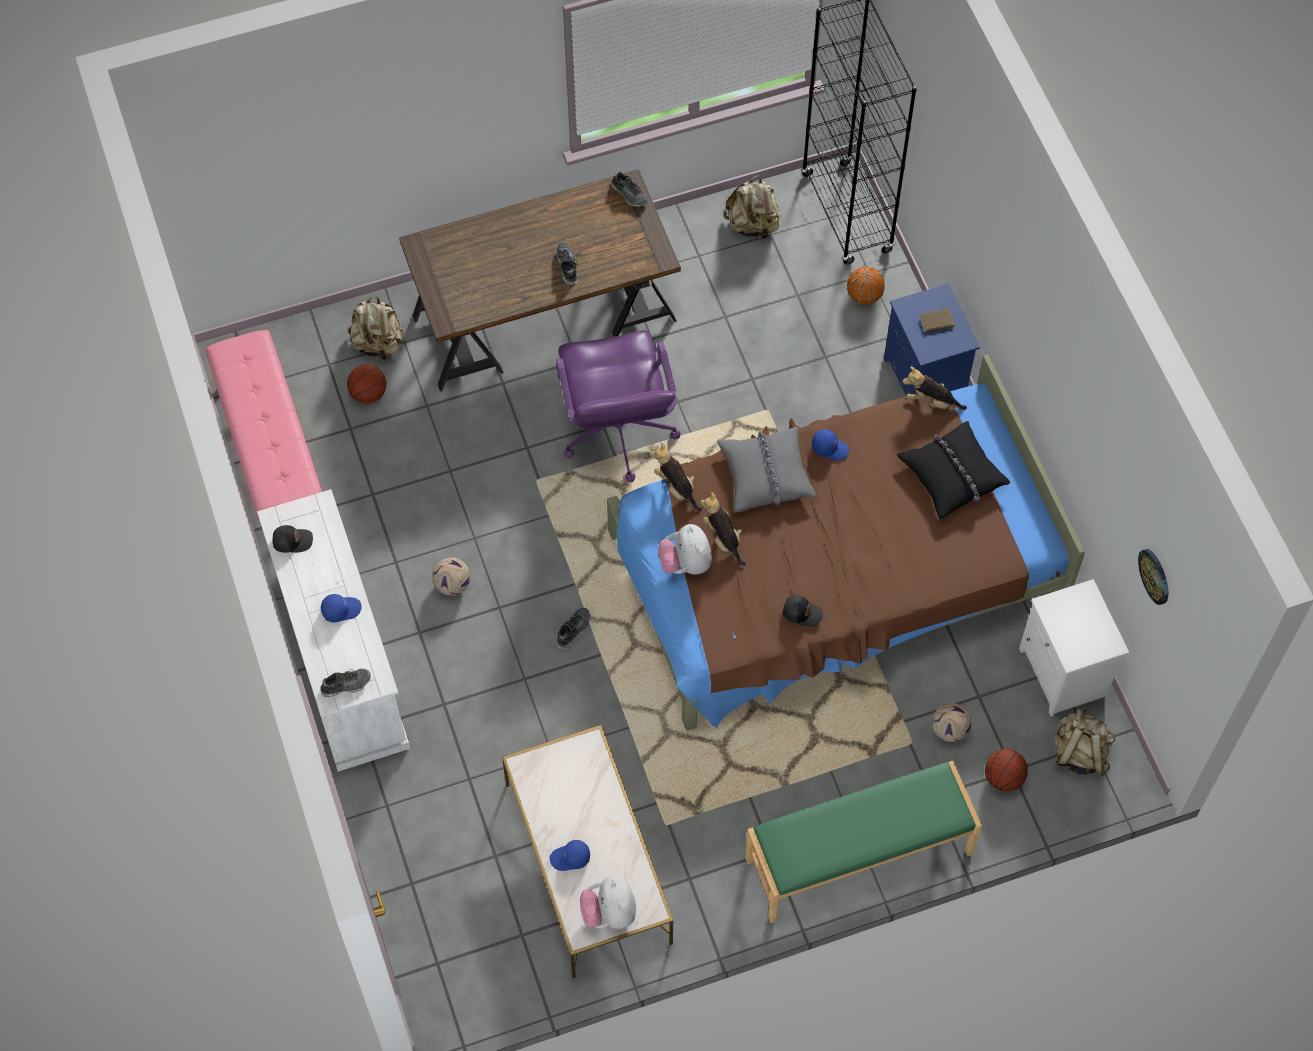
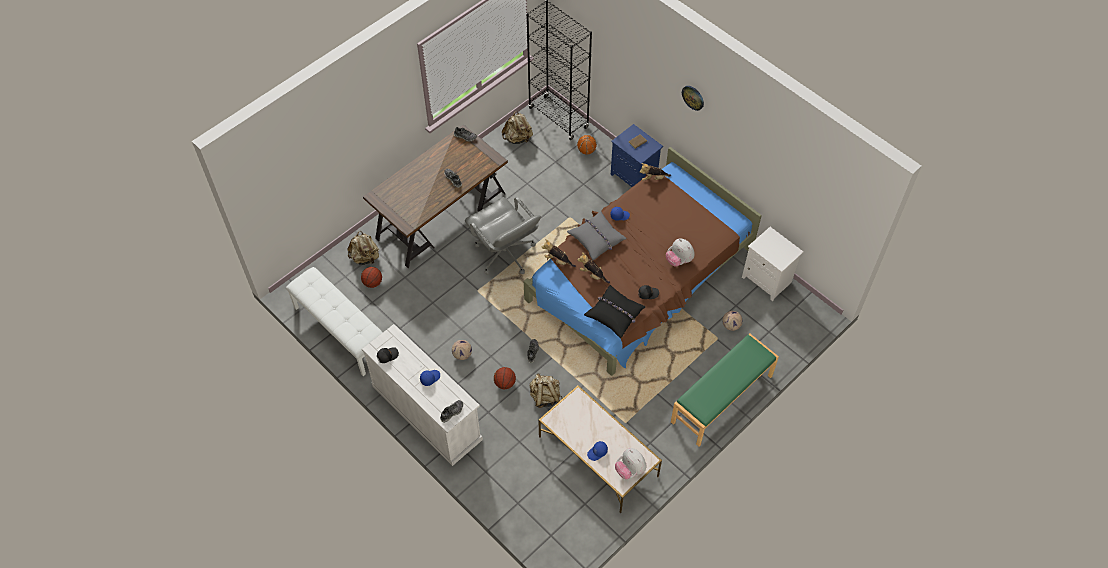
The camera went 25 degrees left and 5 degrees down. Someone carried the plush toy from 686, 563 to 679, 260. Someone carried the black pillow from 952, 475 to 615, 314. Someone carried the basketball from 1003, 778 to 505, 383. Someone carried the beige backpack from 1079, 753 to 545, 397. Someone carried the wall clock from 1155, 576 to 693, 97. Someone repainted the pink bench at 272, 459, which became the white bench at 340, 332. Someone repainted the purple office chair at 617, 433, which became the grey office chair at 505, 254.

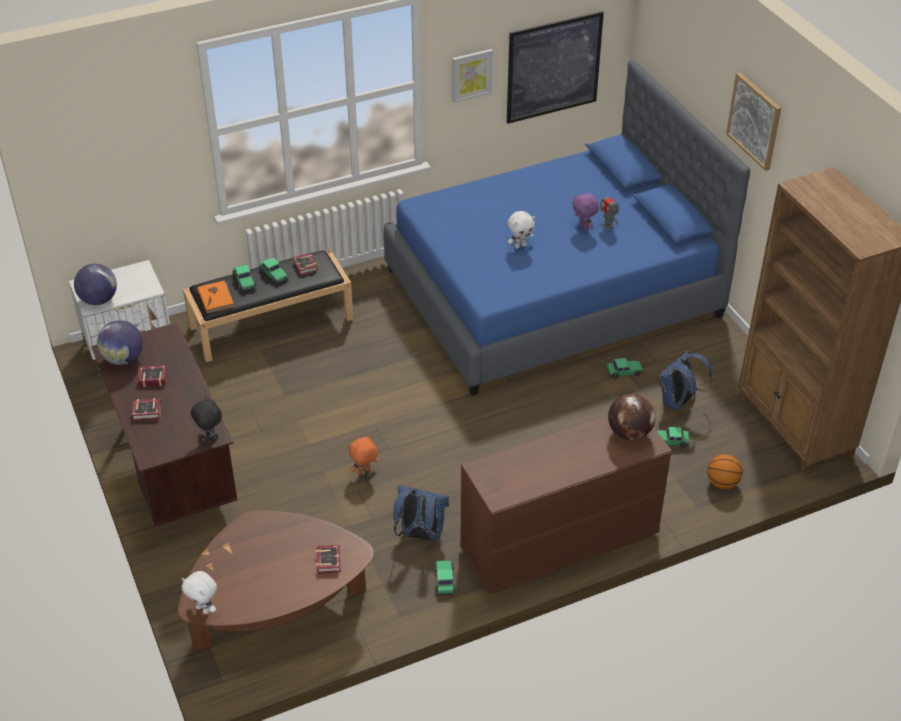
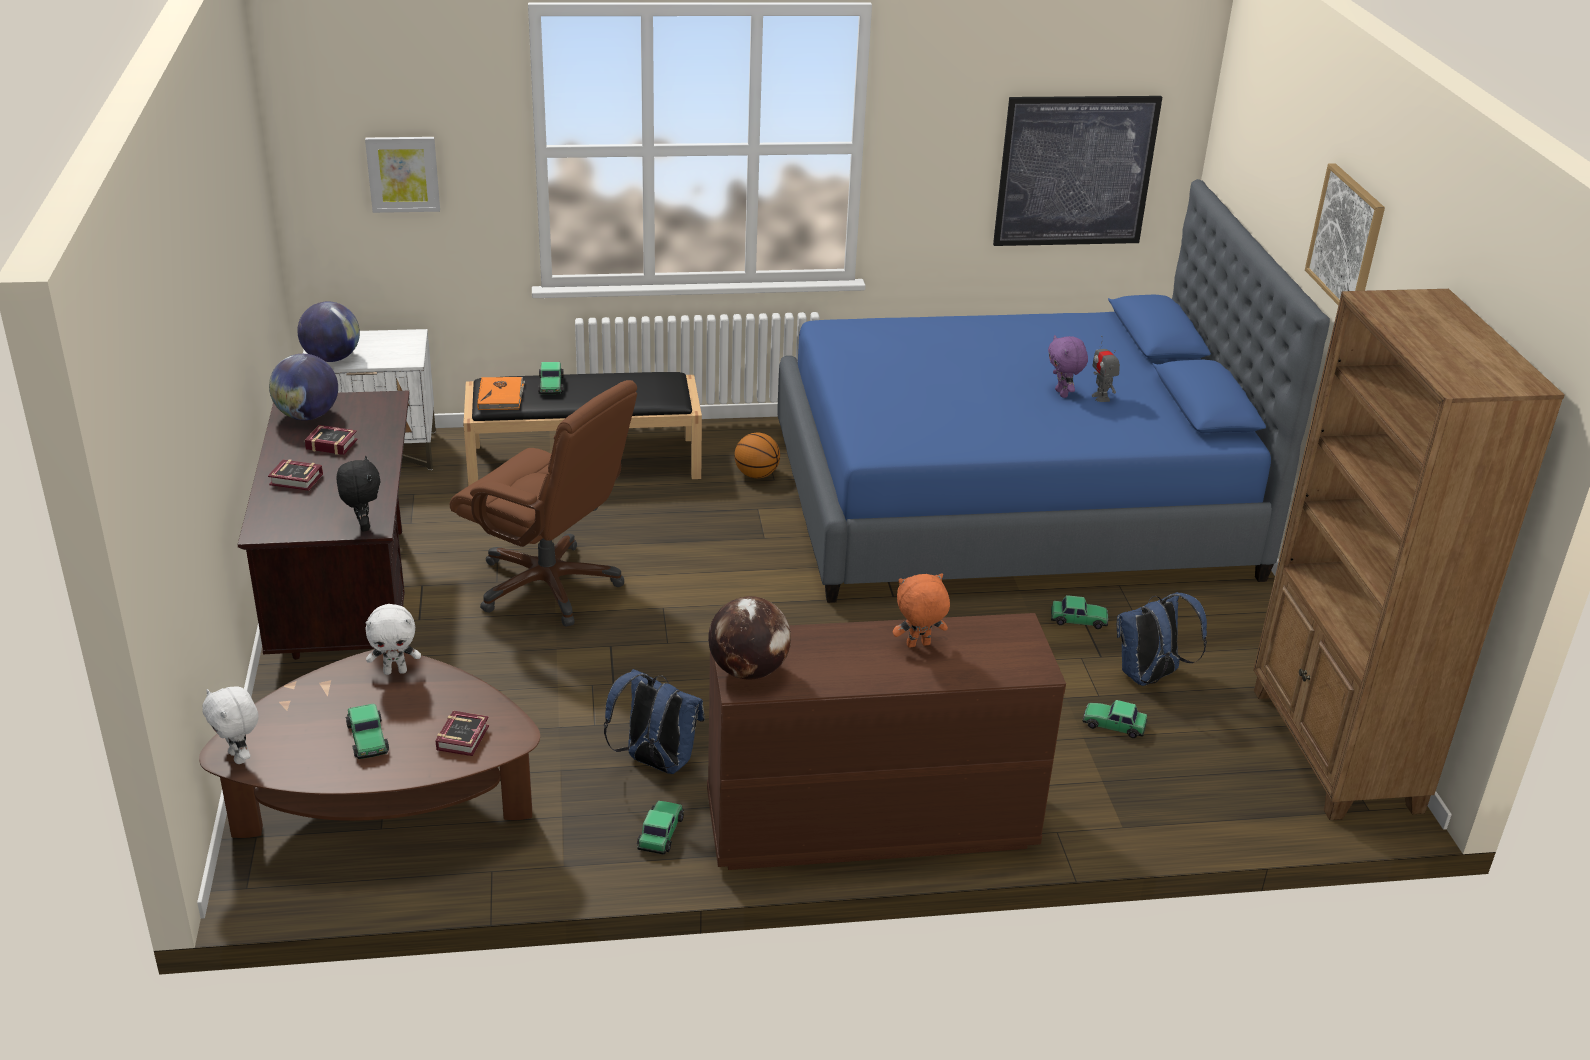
The camera went 15 degrees right and 10 degrees down. Someone took away the book at 305, 267. Someone put down the brown office chair at 549, 586. Someone carried the toy car from 274, 274 to 367, 738. Someone carried the orange plush toy from 364, 471 to 918, 645. Someone carried the picture from 471, 75 to 403, 174. Someone carried the white plush toy from 520, 246 to 395, 671. Someone carried the globe from 629, 433 to 748, 671. Someone carried the basketball from 722, 483 to 756, 474.

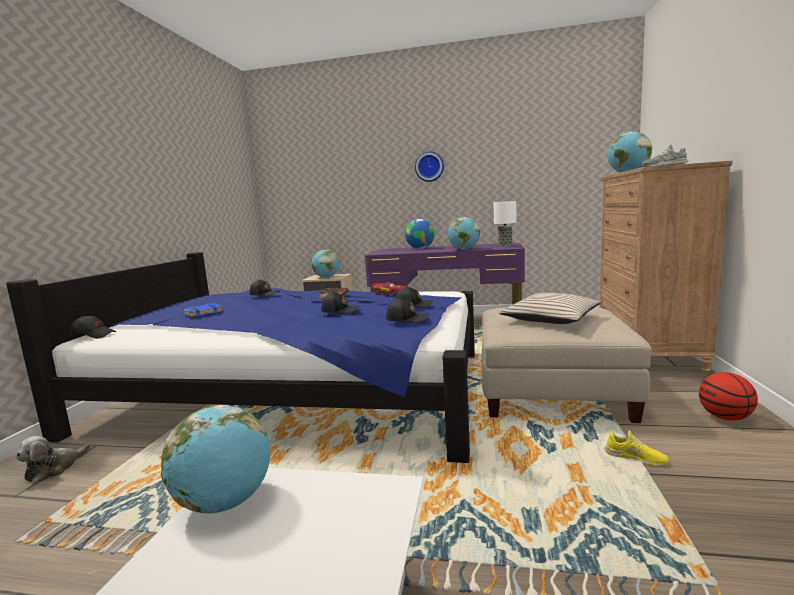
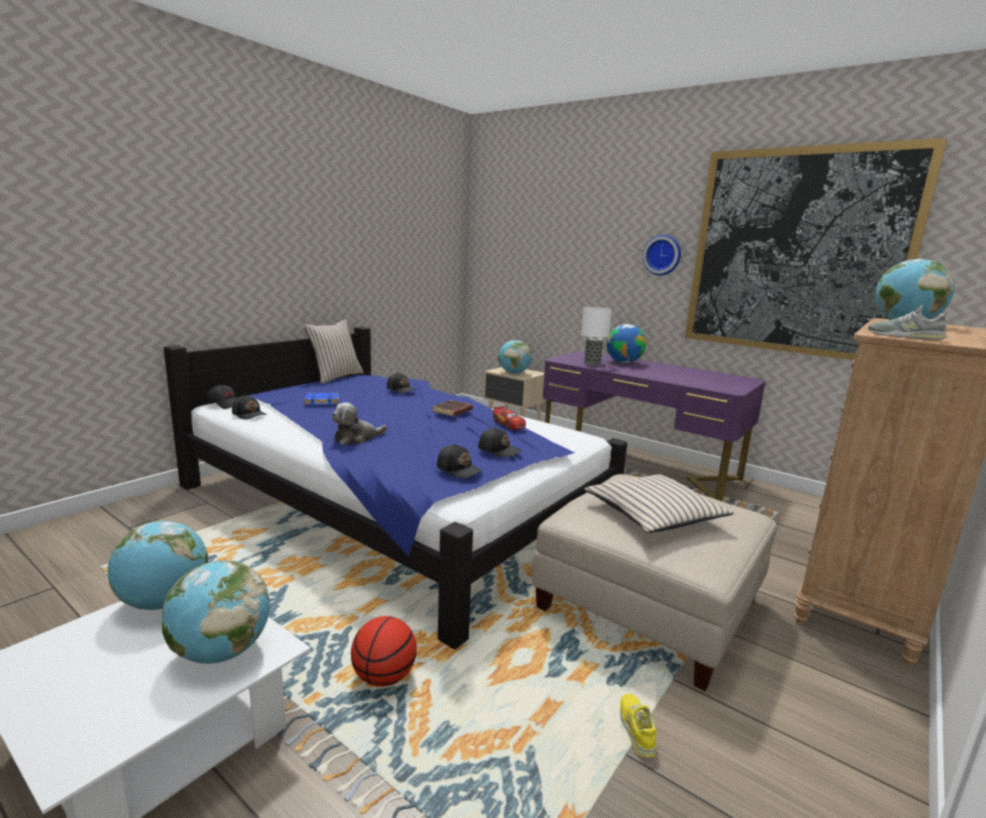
The camera went 25 degrees right and 5 degrees up. Someone put down the beige pillow at 335, 377. Someone put up the picture at 798, 253. Someone carried the plush toy from 54, 469 to 356, 438. Someone carried the black cap from 340, 311 to 249, 414. Someone carried the globe from 464, 249 to 221, 652. Someone carried the table lamp from 505, 246 to 592, 363. Someone carried the basketball from 725, 417 to 384, 677. Someone rotated the yellow shoe at 635, 457 by 150 degrees counterclockwise.

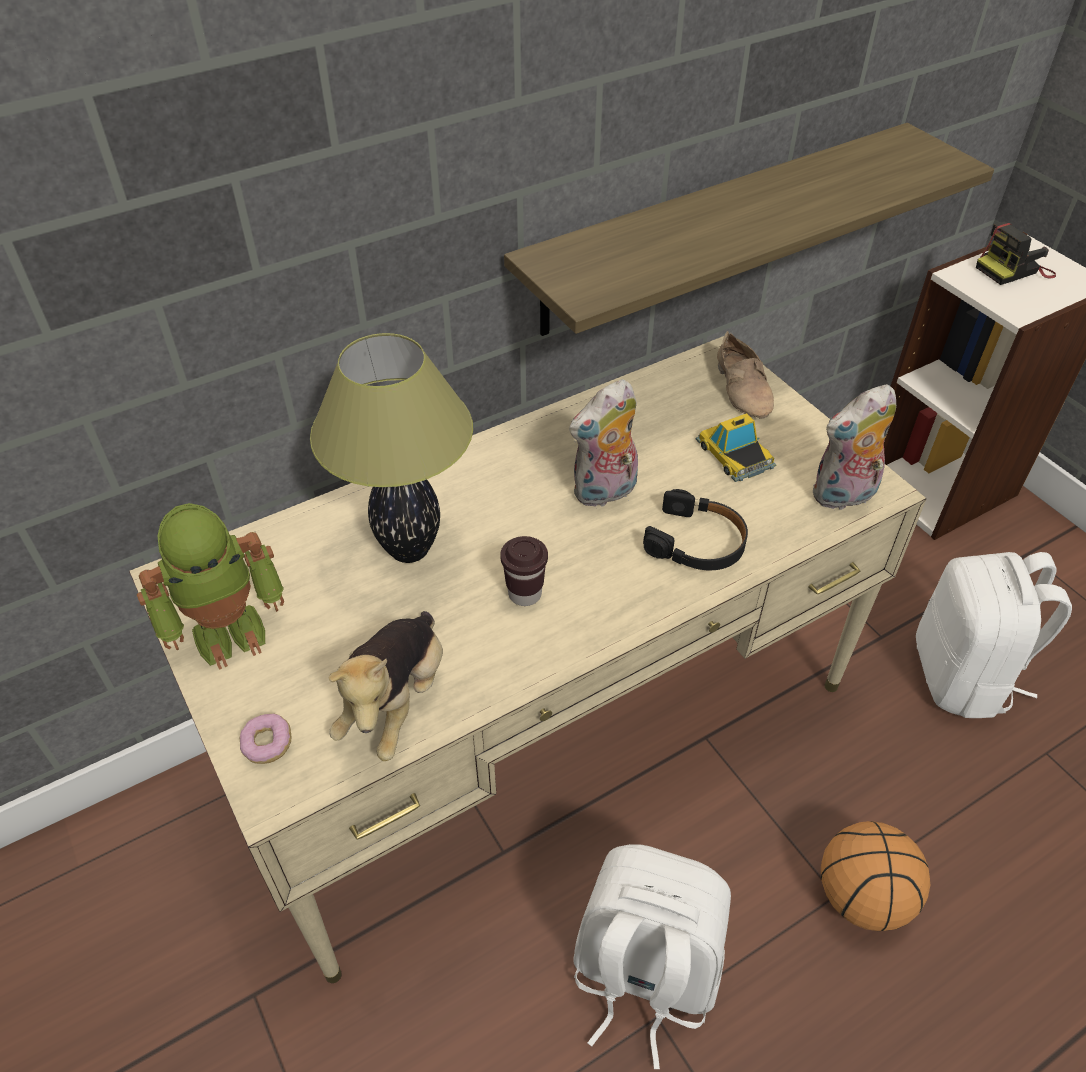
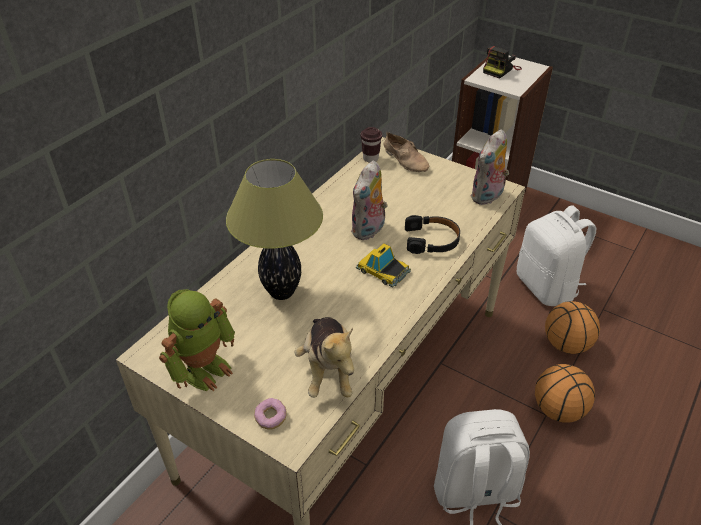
The camera went 25 degrees left and 5 degrees down. Someone took away the shelf at 716, 228. Someone put down the basketball at 567, 345. Someone carried the brown cup from 525, 594 to 370, 158. Someone carried the toy car from 734, 454 to 383, 270.

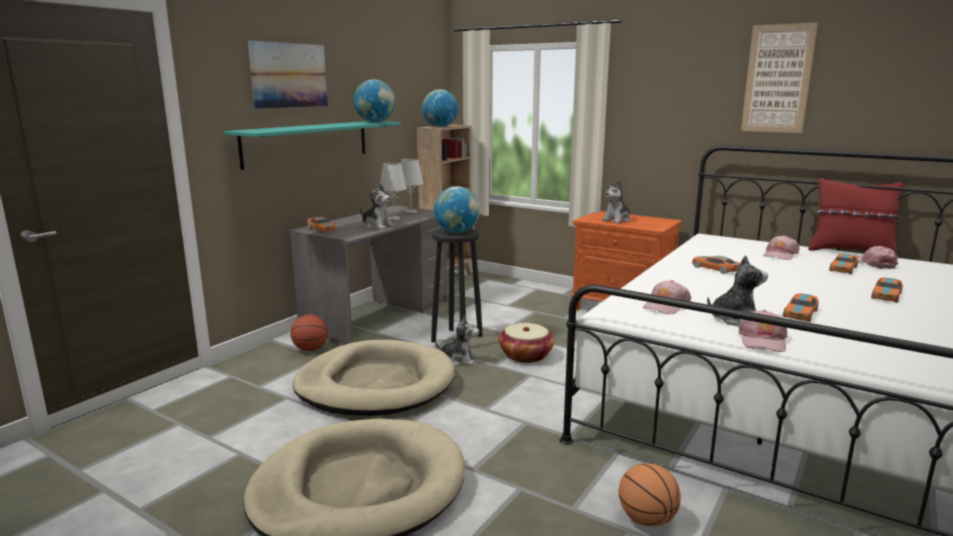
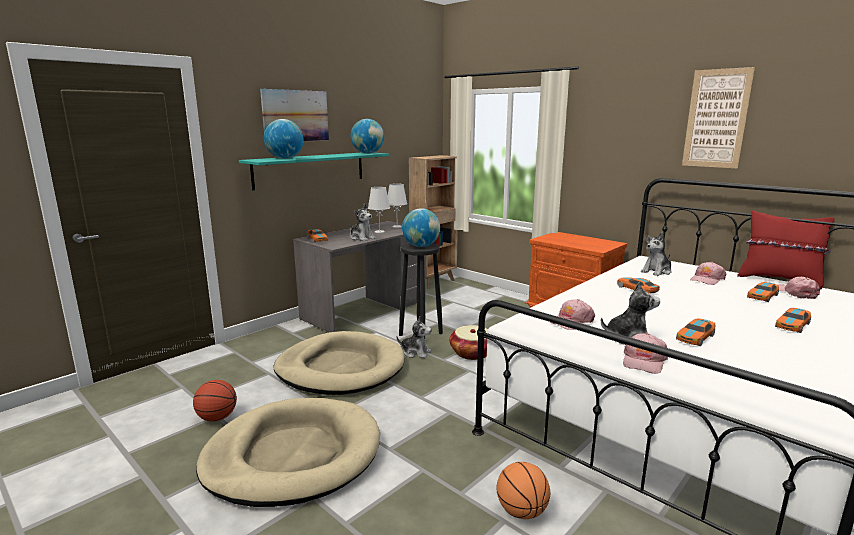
The camera went 10 degrees right and 0 degrees up. Someone carried the basketball from 310, 349 to 217, 418. Someone carried the globe from 440, 126 to 285, 158. Someone carried the plush toy from 616, 220 to 656, 271.

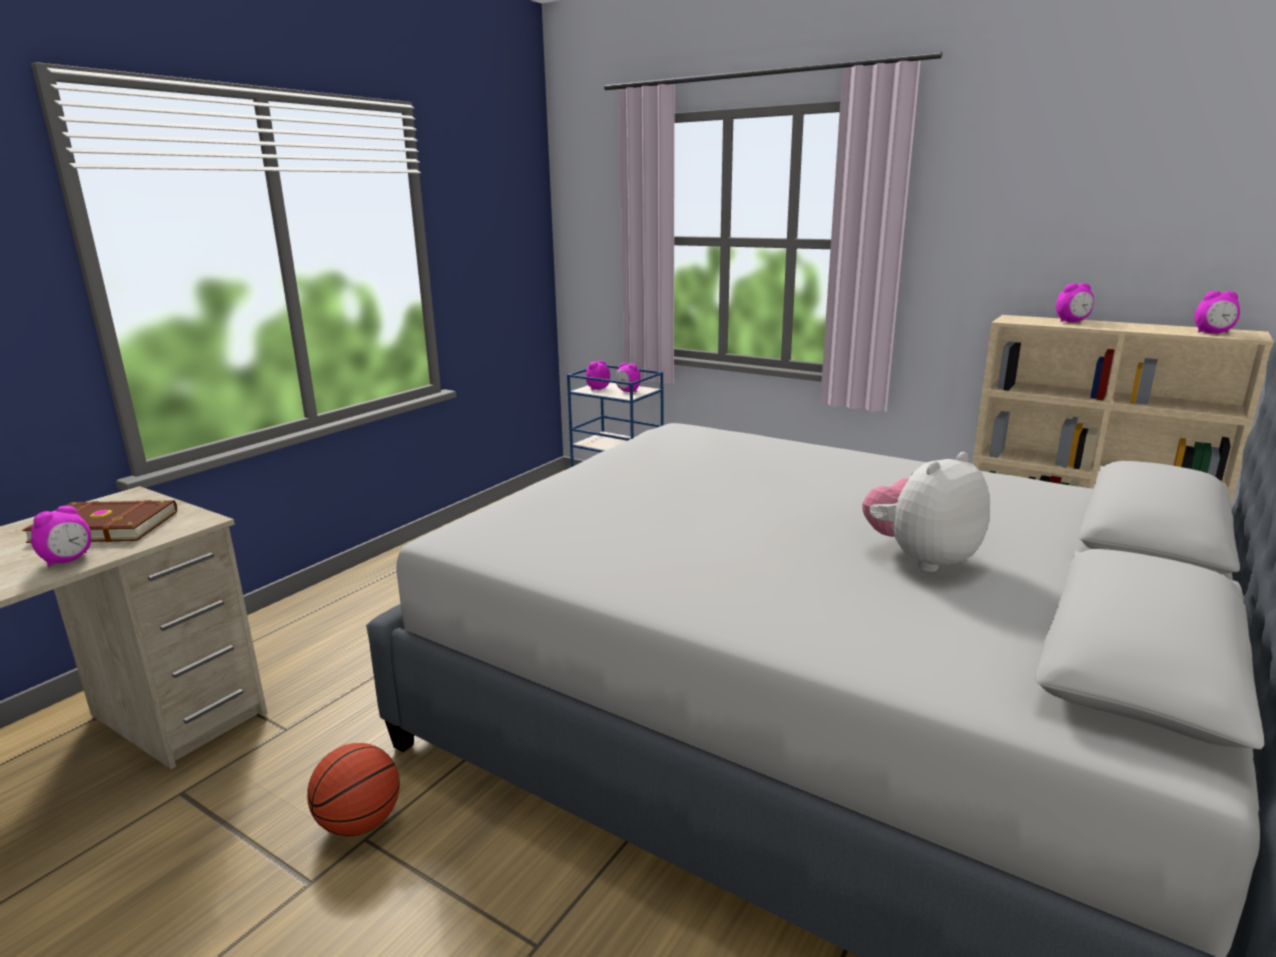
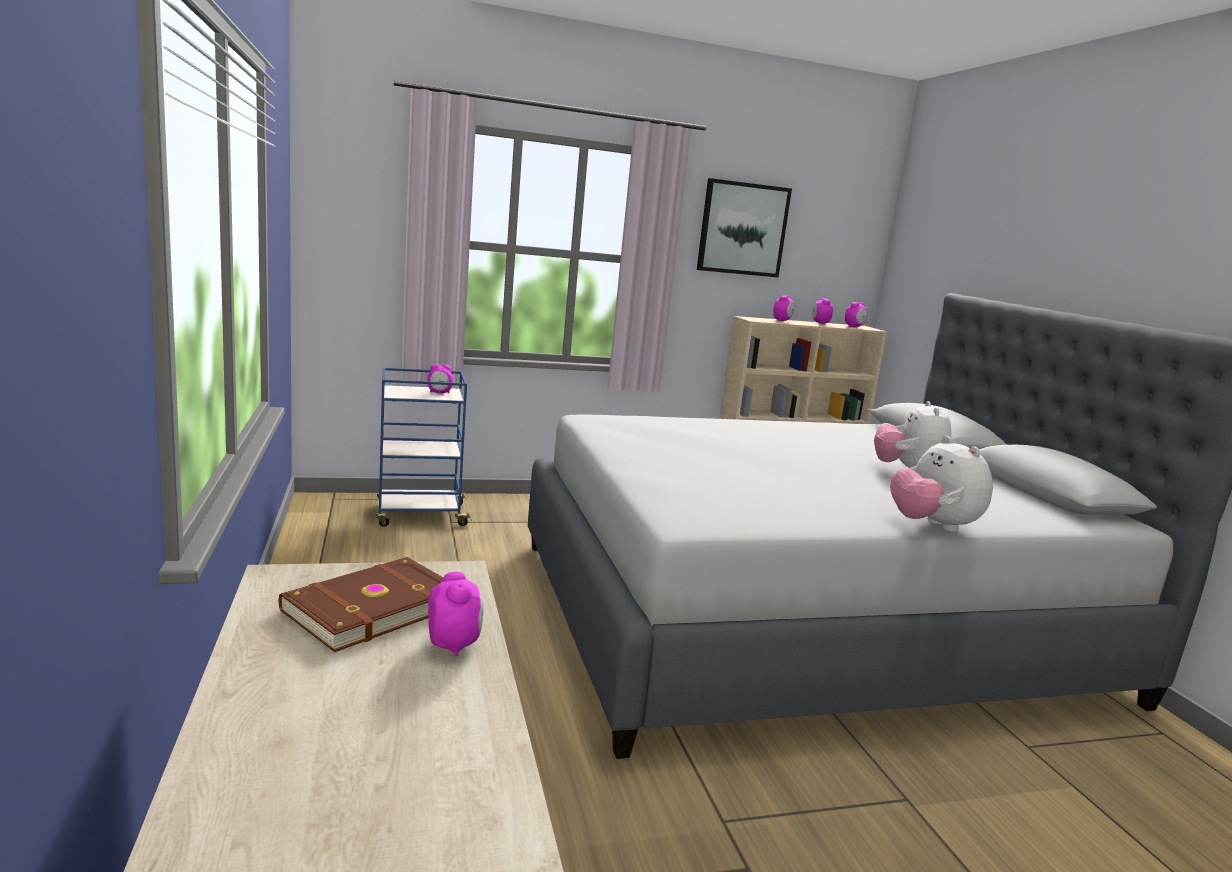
The camera went 50 degrees left and 5 degrees down. Someone took away the basketball at 360, 823. Someone put up the picture at 742, 229. Someone put down the plush toy at 932, 526. Someone carried the alarm clock from 597, 388 to 820, 323.

